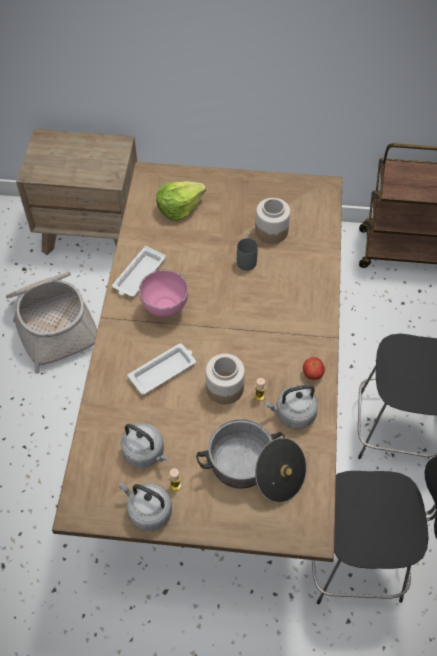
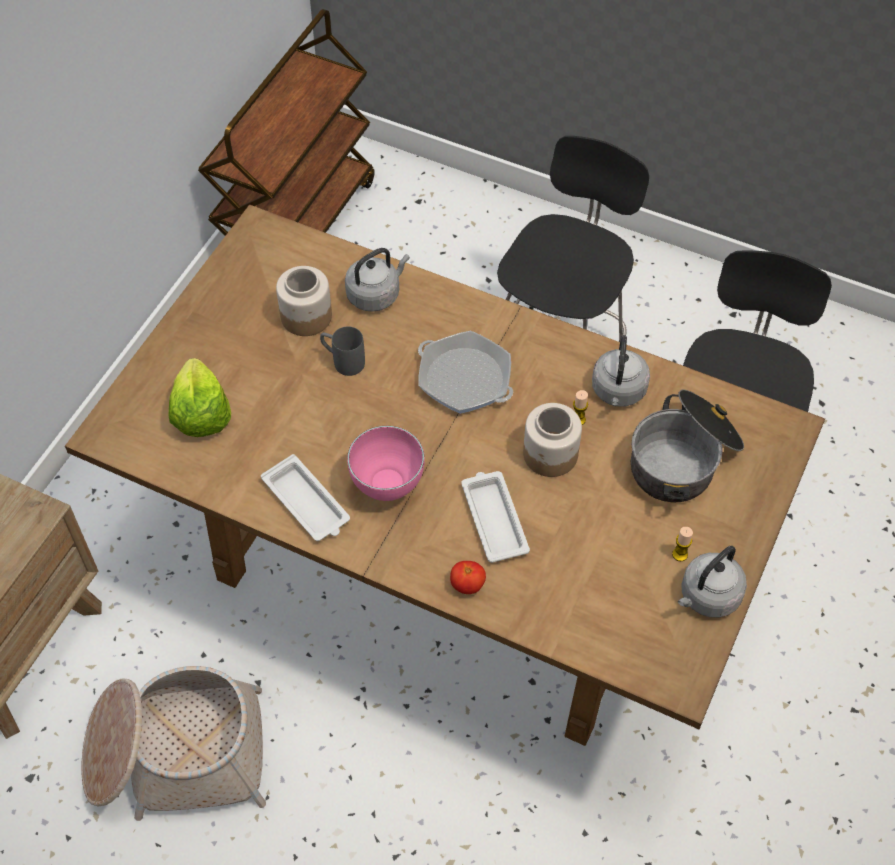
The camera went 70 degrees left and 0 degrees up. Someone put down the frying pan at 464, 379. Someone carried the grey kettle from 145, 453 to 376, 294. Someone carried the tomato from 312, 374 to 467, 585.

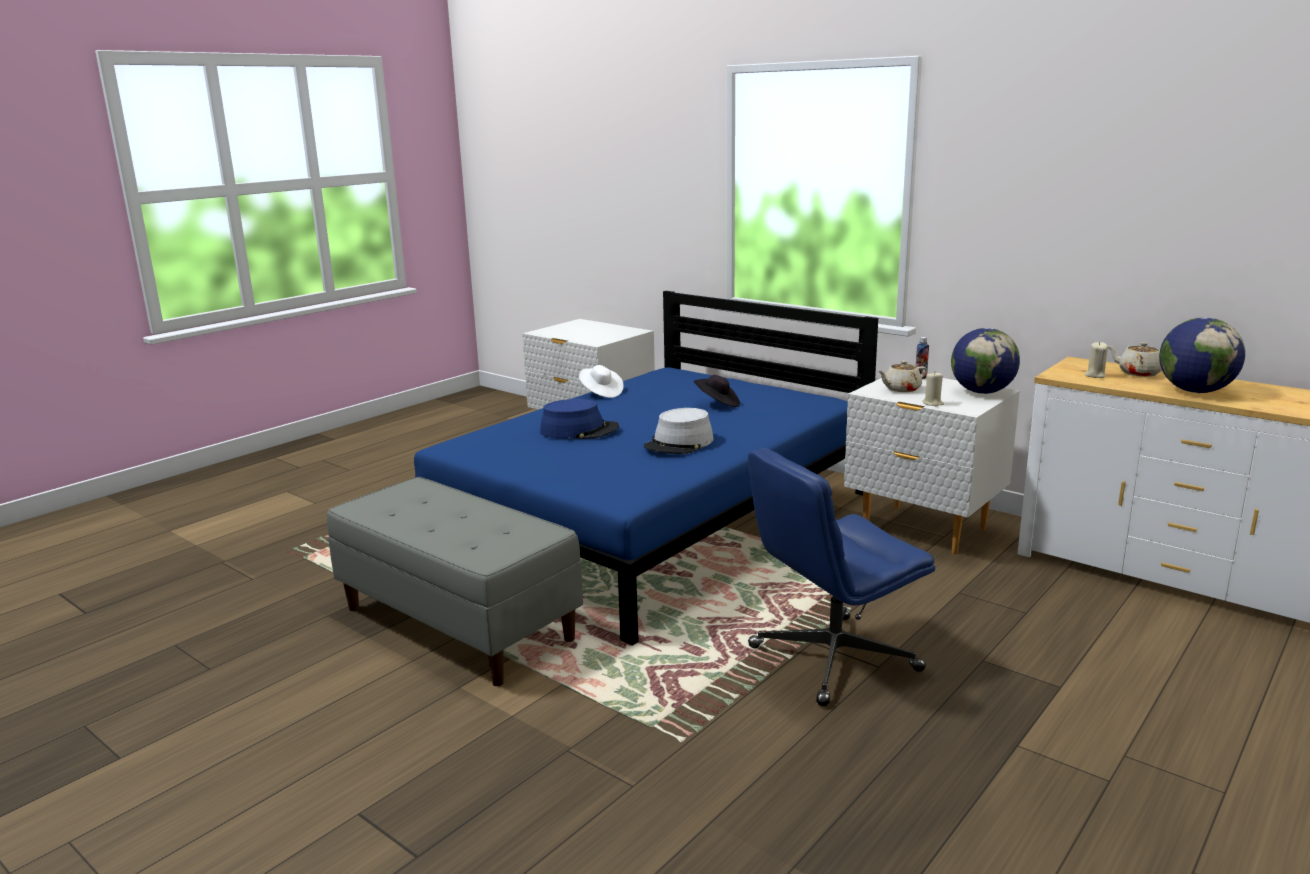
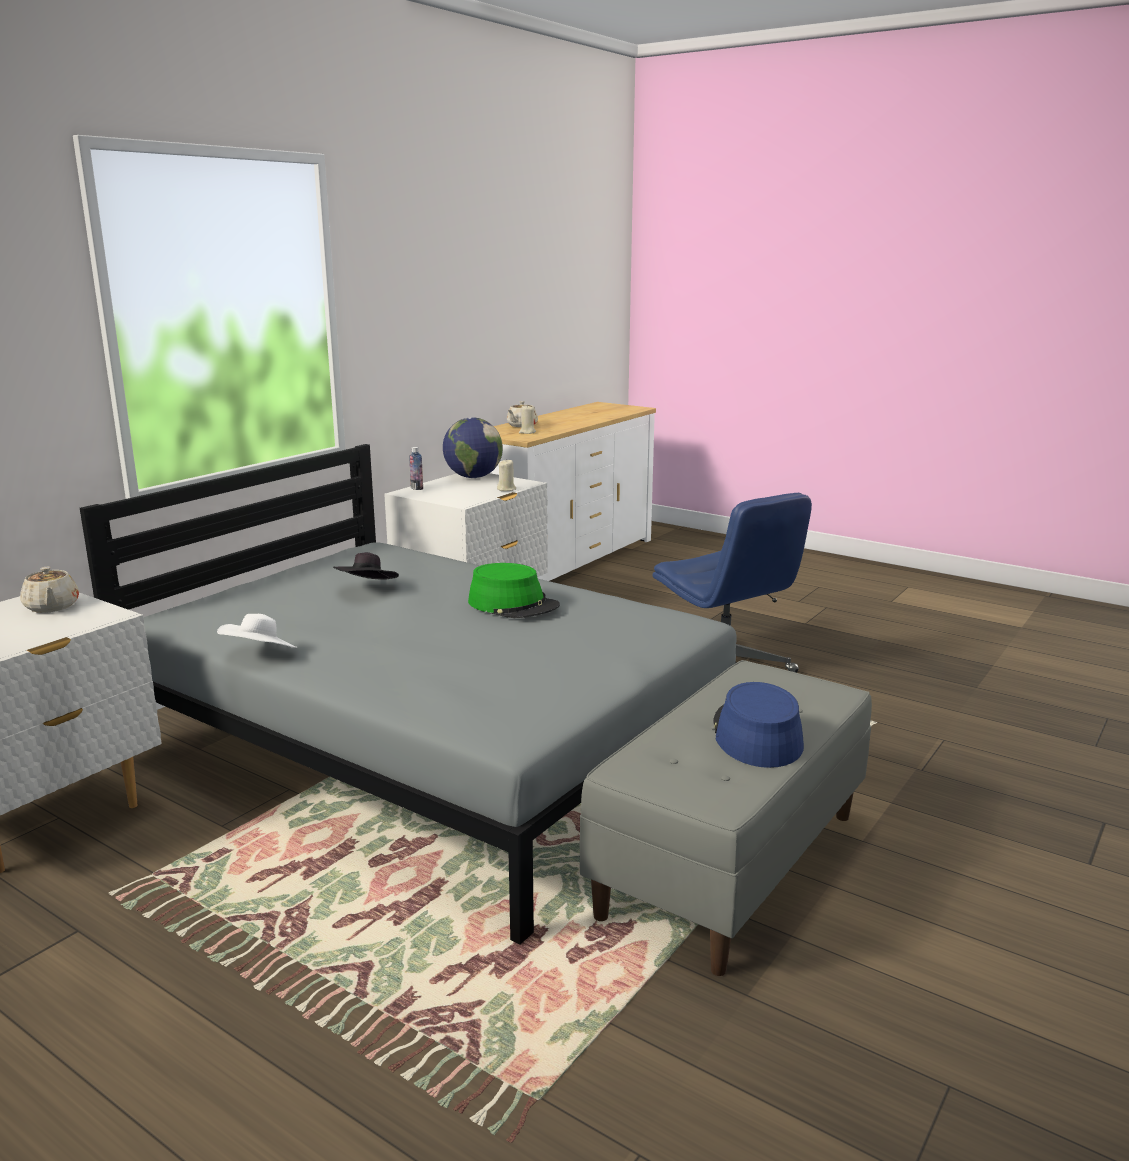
The camera went 95 degrees left and 0 degrees up. Someone took away the globe at 1195, 391. Someone carried the blue hat from 579, 430 to 756, 735. Someone carried the beige teapot from 901, 389 to 52, 607. Someone repainted the blue bed at 655, 522, which became the grey bed at 430, 750. Someone repainted the grey hat at 679, 443, which became the green hat at 513, 605.

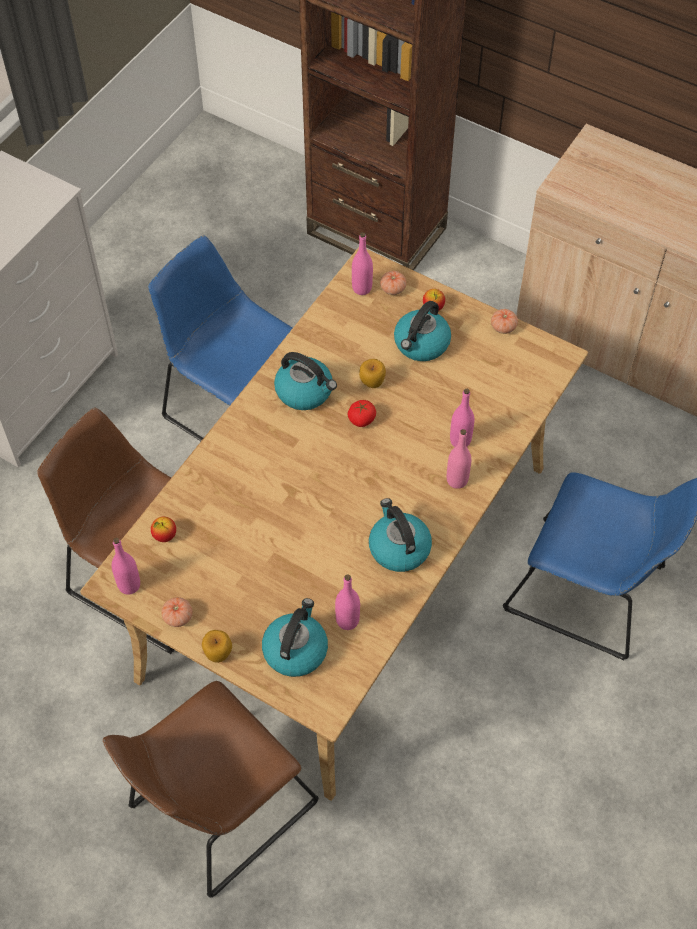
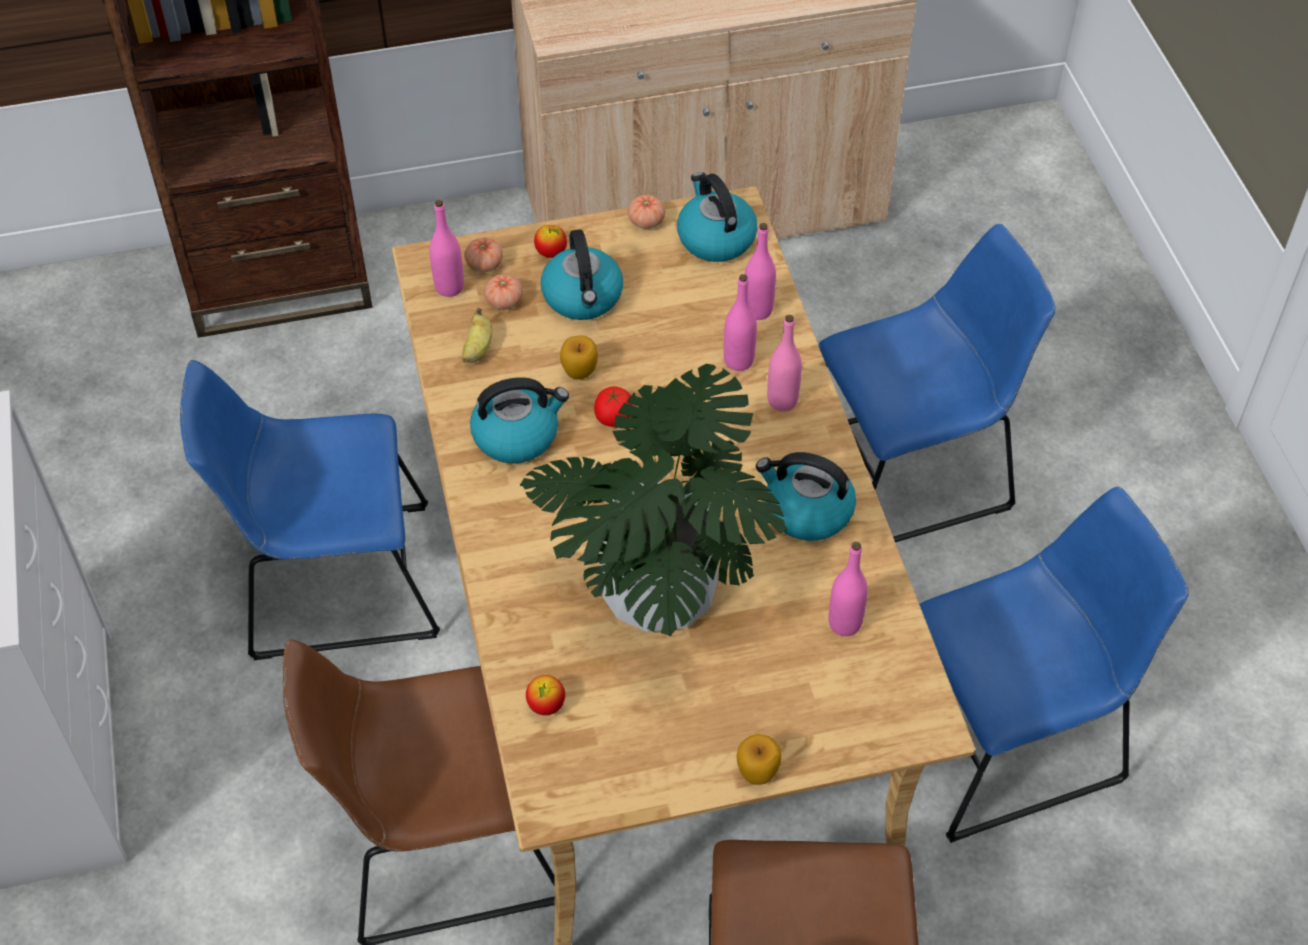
The camera went 45 degrees left and 5 degrees down. Someone put down the banana at 478, 349. Someone put down the potted plant at 658, 591. Someone put down the blue chair at 1009, 736. Someone carried the pink bottle from 129, 585 to 758, 310. Someone carried the tomato from 178, 617 to 504, 301. Someone carried the kettle from 295, 649 to 715, 238.

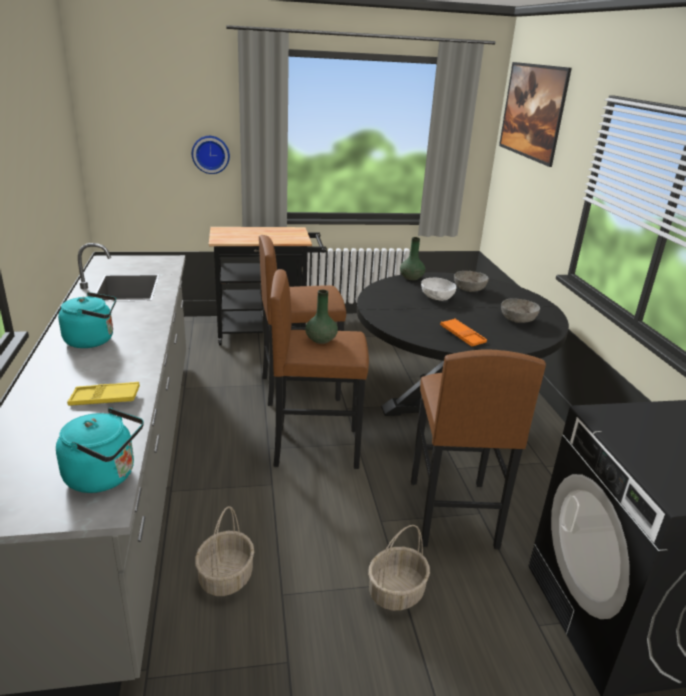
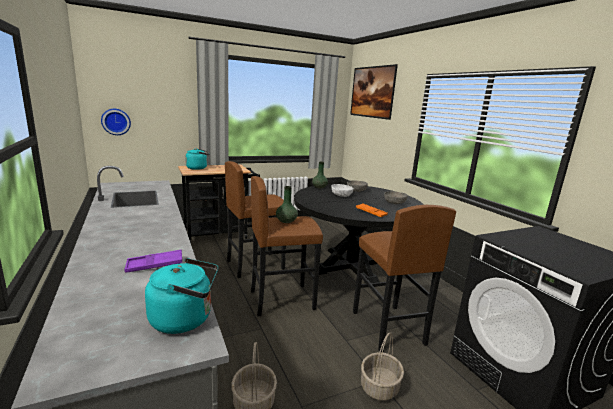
The camera went 15 degrees left and 10 degrees down. Someone carried the turquoise kettle from 93, 340 to 198, 168. Someone carried the wall clock from 210, 154 to 116, 121. Someone repainted the yellow tray at 105, 398, which became the purple tray at 155, 265.

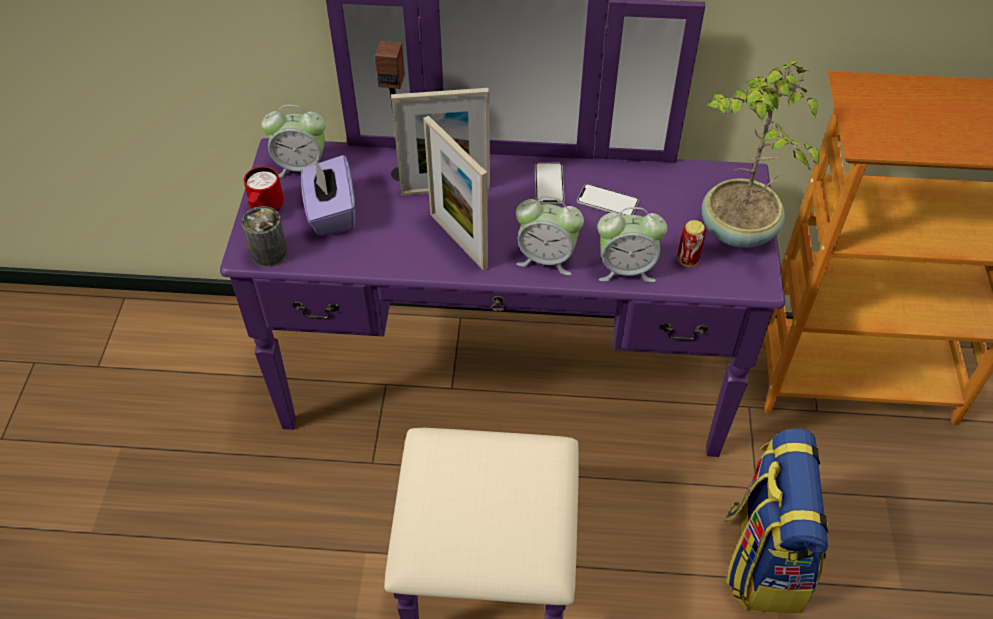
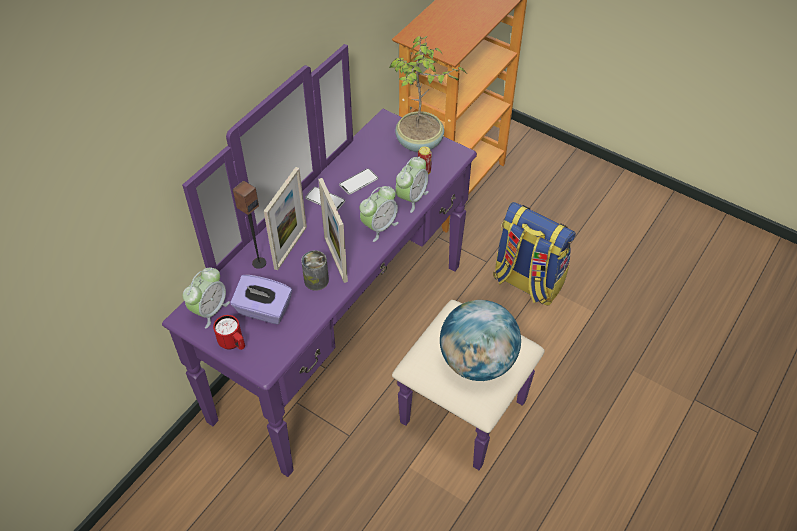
The camera went 60 degrees left and 0 degrees up. Someone put down the globe at 477, 362. Someone carried the can from 269, 253 to 316, 280. Someone rotated the picture frame at 458, 240 by 75 degrees clockwise.

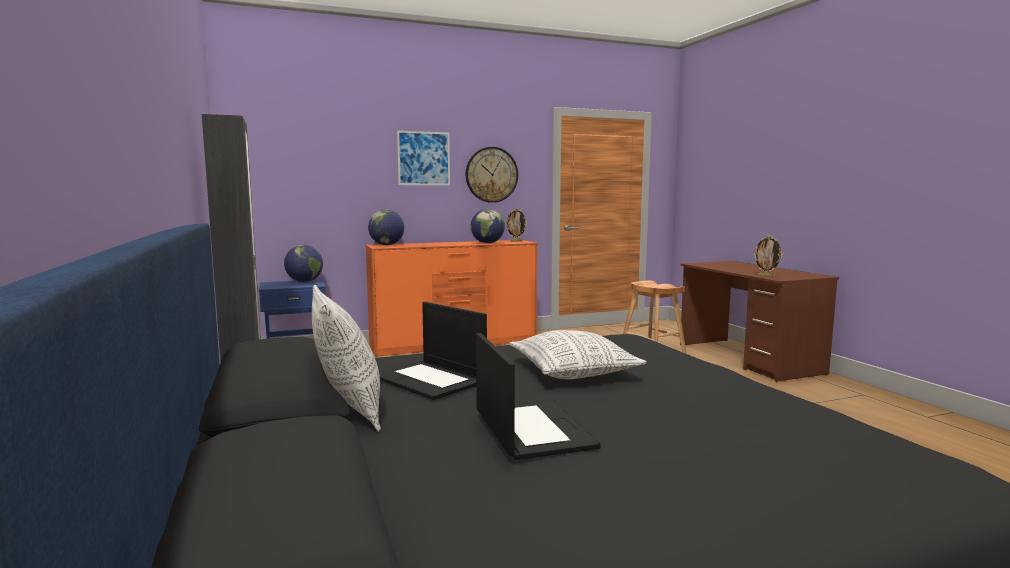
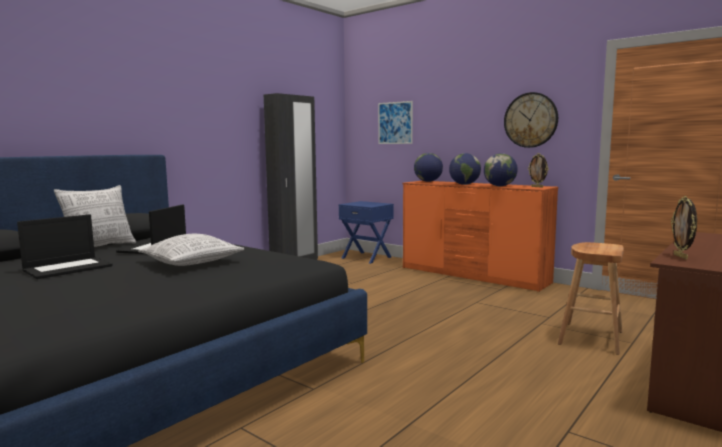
The camera went 60 degrees right and 0 degrees up. Someone carried the globe from 304, 281 to 464, 184. Someone carried the picture from 423, 158 to 395, 123.

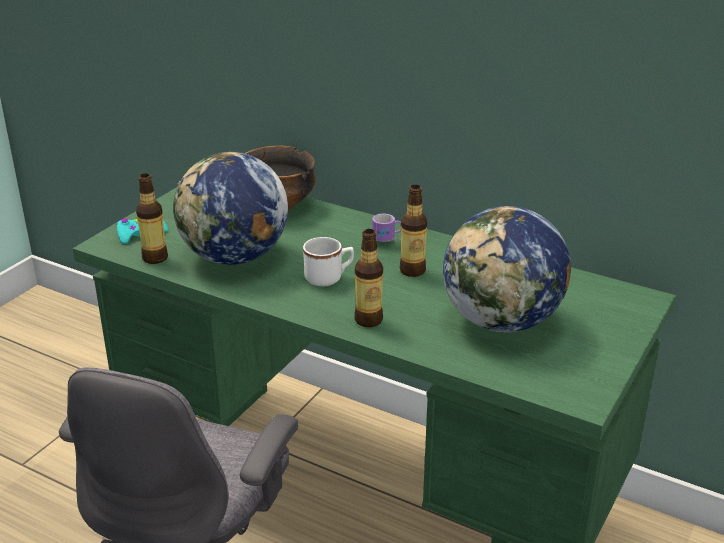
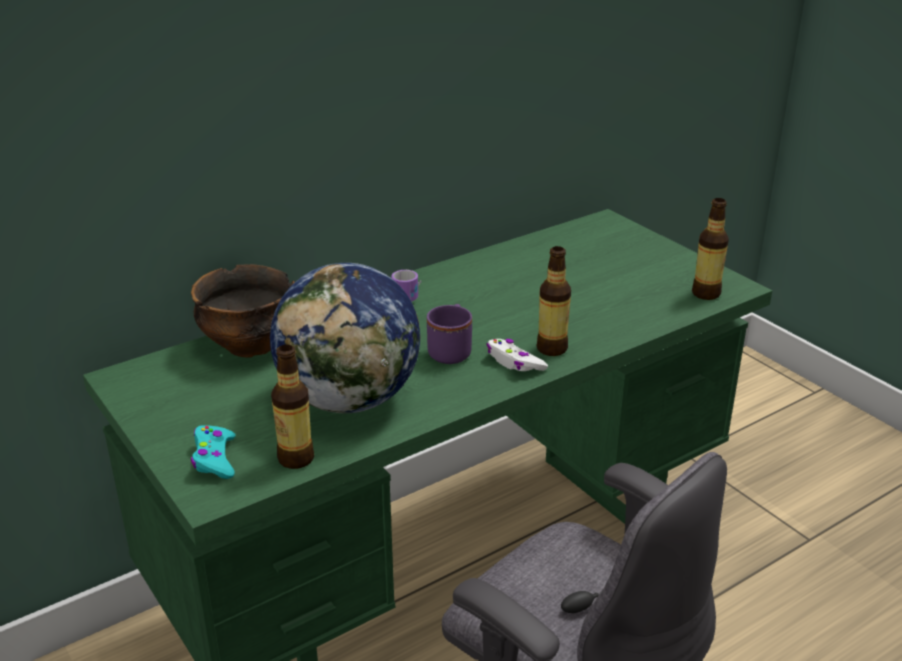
The camera went 65 degrees left and 0 degrees up. Someone took away the globe at 502, 322. Someone put down the white game controller at 514, 362. Someone carried the bottle from 412, 271 to 706, 293. Someone repainted the white mug at 329, 278, which became the purple mug at 451, 350.

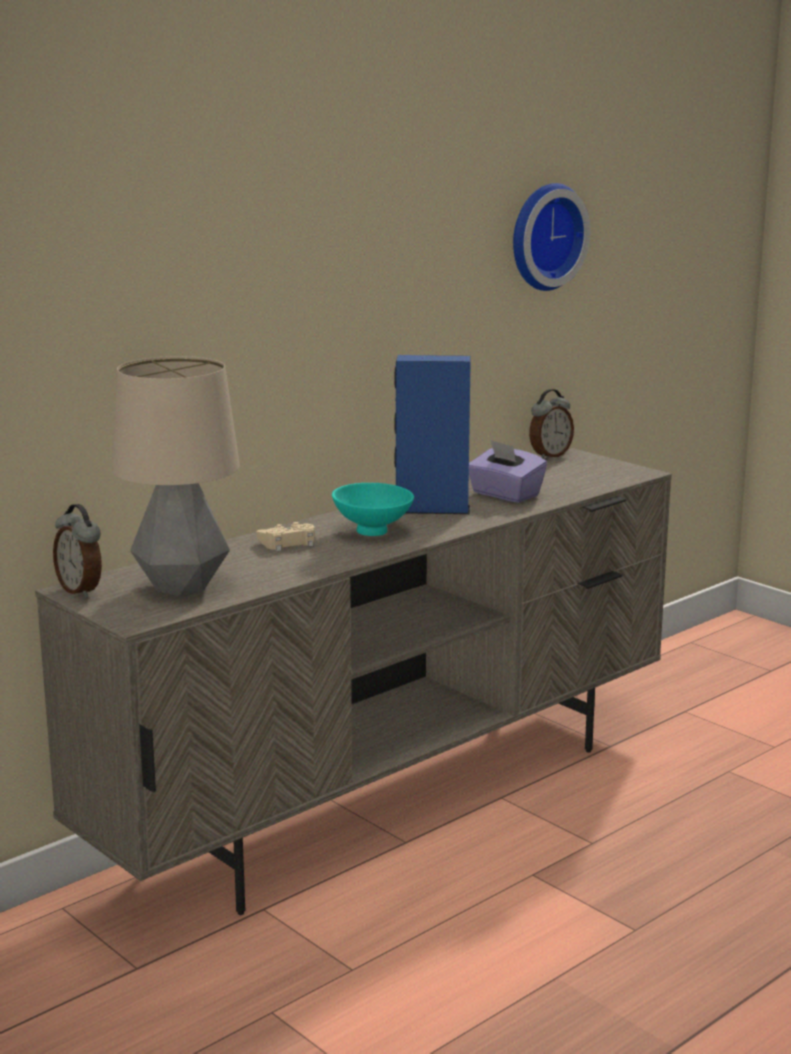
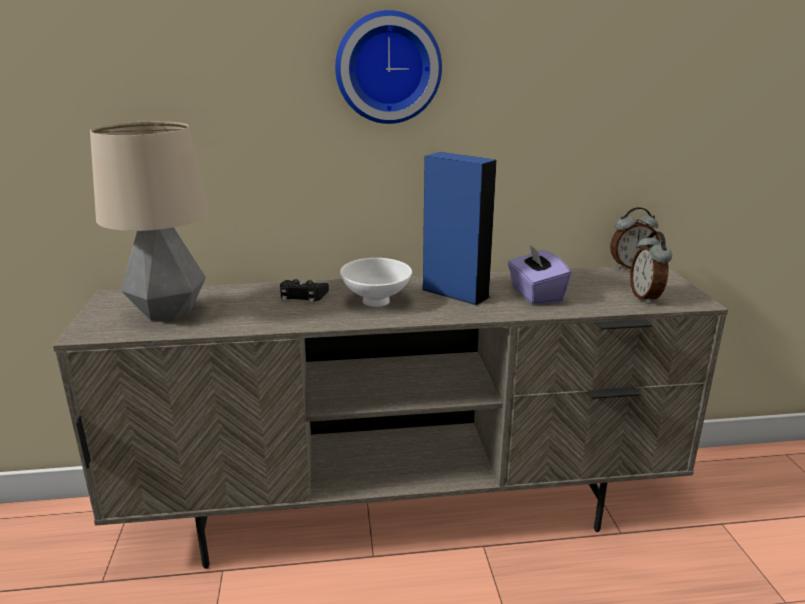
The camera went 35 degrees right and 5 degrees up. Someone carried the alarm clock from 81, 591 to 646, 297. Someone carried the wall clock from 543, 236 to 388, 68. Someone repainted the beige game controller at 288, 543, which became the black game controller at 302, 296. Someone repainted the turquoise bowl at 374, 531, which became the white bowl at 378, 301.

